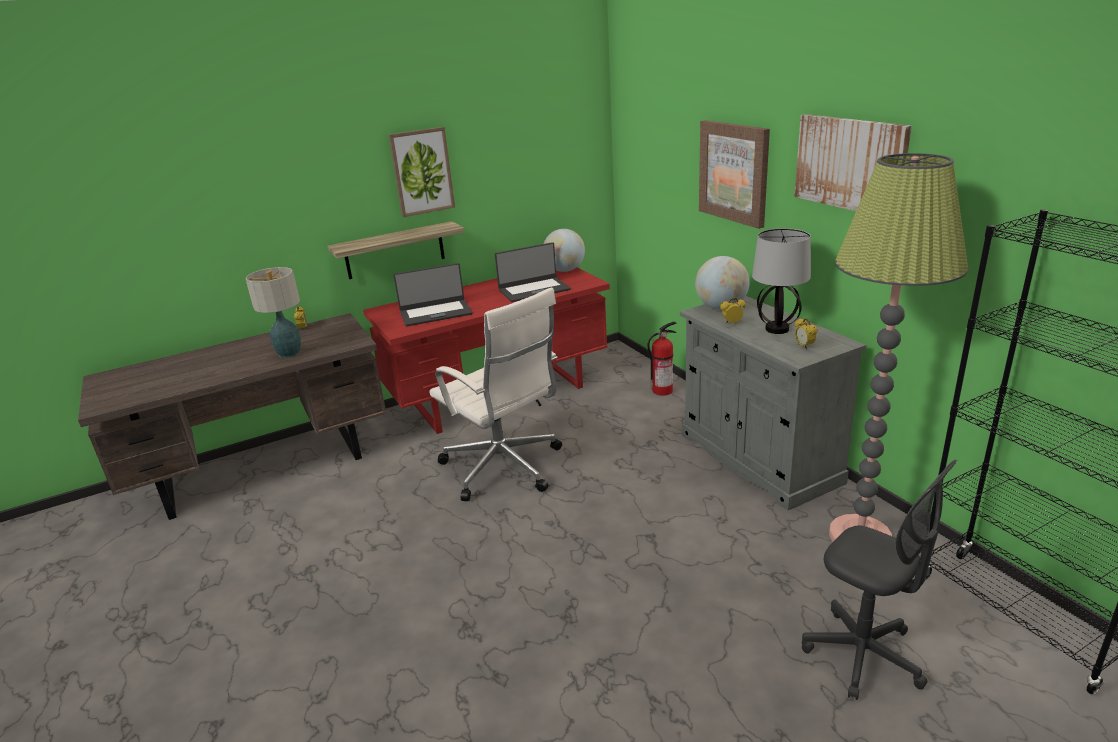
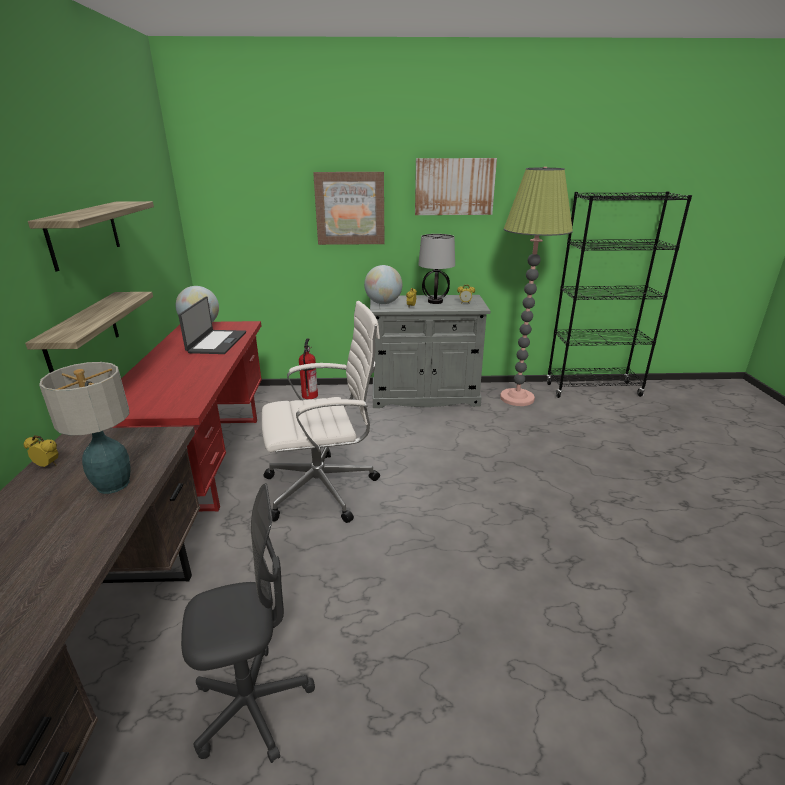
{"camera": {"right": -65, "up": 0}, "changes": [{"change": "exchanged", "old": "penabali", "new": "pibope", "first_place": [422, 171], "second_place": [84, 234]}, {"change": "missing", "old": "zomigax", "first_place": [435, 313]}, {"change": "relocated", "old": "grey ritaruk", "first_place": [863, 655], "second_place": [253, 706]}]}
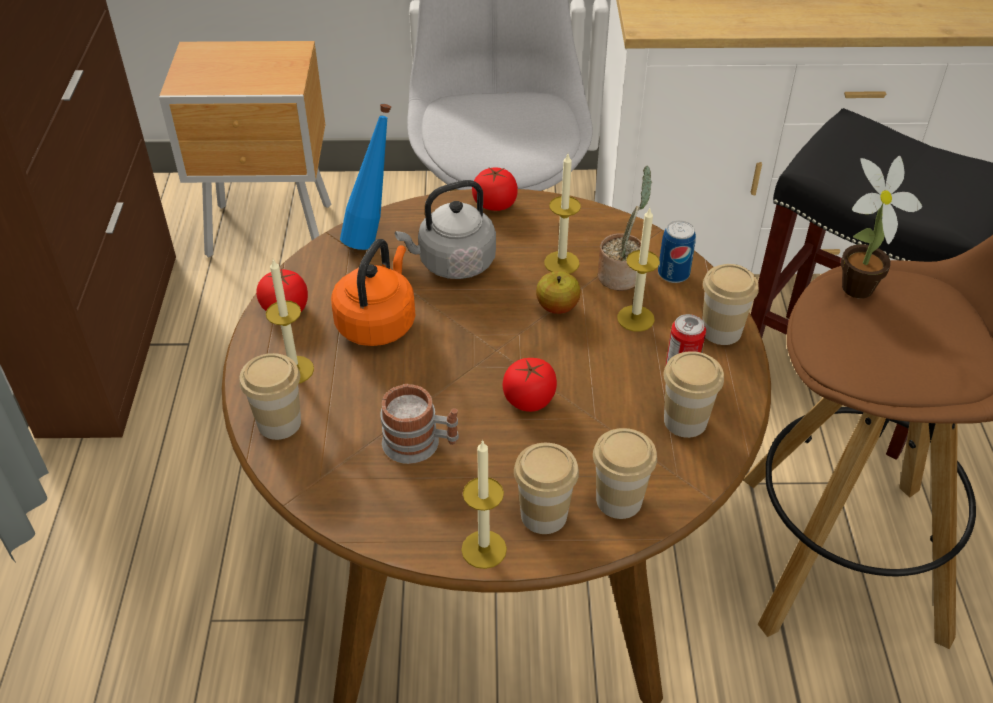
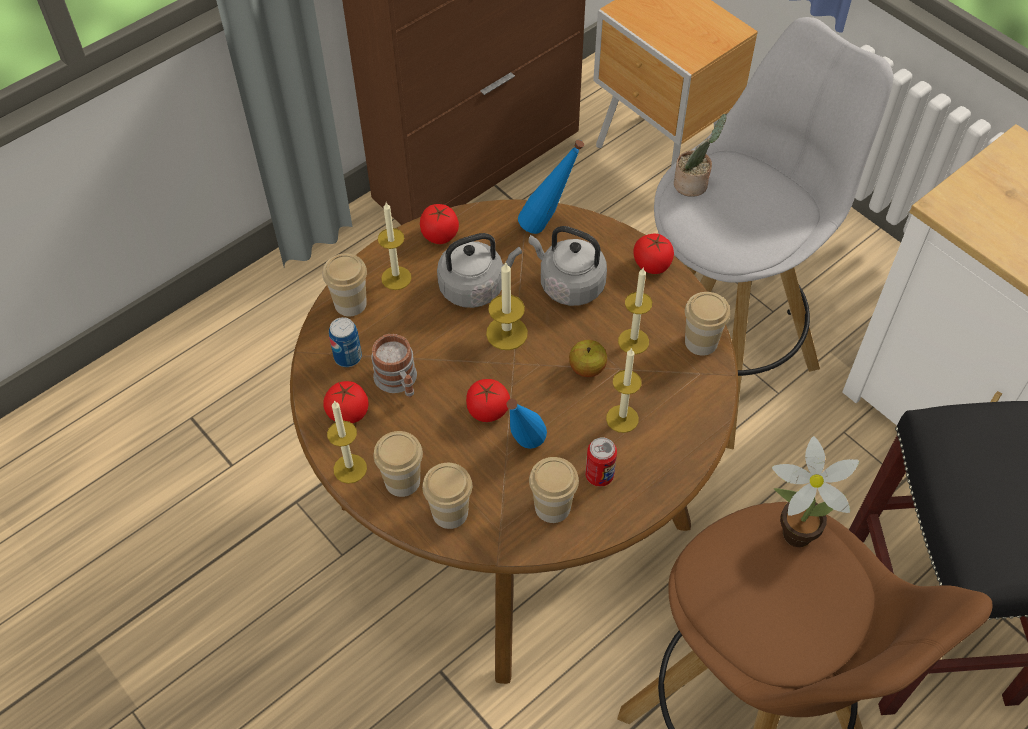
{"camera": {"right": 50, "up": 10}, "changes": [{"change": "colour", "old": "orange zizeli", "new": "grey zizeli", "first_place": [378, 322], "second_place": [475, 287]}, {"change": "relocated", "old": "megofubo", "first_place": [621, 275], "second_place": [693, 184]}, {"change": "relocated", "old": "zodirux", "first_place": [673, 274], "second_place": [348, 357]}, {"change": "relocated", "old": "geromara", "first_place": [721, 331], "second_place": [701, 342]}, {"change": "appeared", "new": "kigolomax", "second_place": [348, 412]}, {"change": "appeared", "new": "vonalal", "second_place": [506, 333]}, {"change": "appeared", "new": "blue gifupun", "second_place": [523, 451]}]}
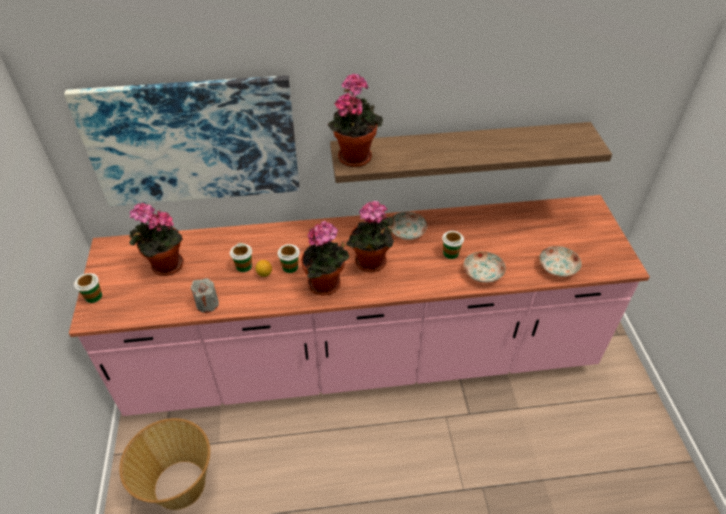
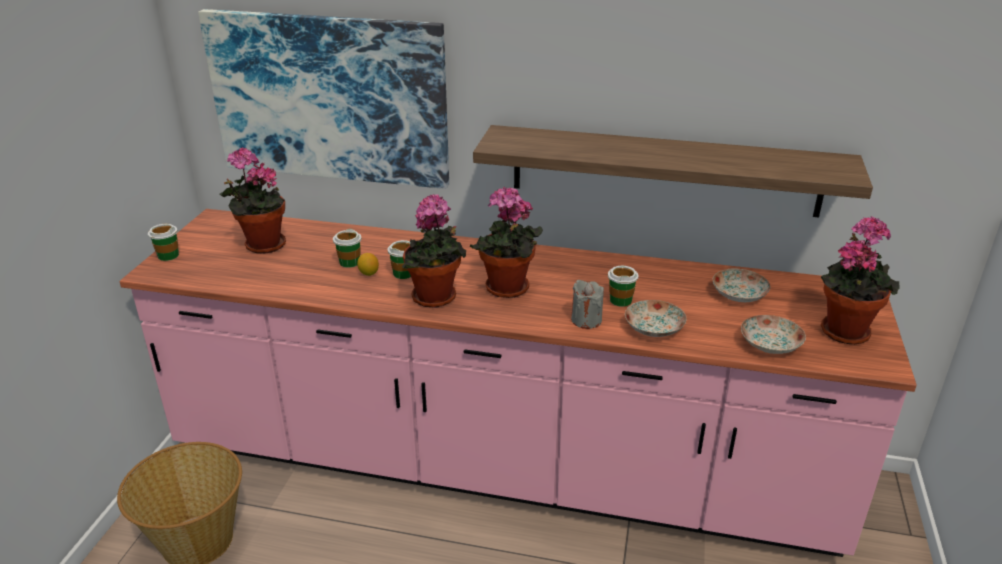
{"camera": {"right": 20, "up": -15}, "changes": [{"change": "relocated", "old": "grey vonalal", "first_place": [207, 304], "second_place": [586, 320]}, {"change": "relocated", "old": "megofubo", "first_place": [354, 155], "second_place": [844, 329]}, {"change": "relocated", "old": "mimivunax", "first_place": [408, 232], "second_place": [739, 295]}]}
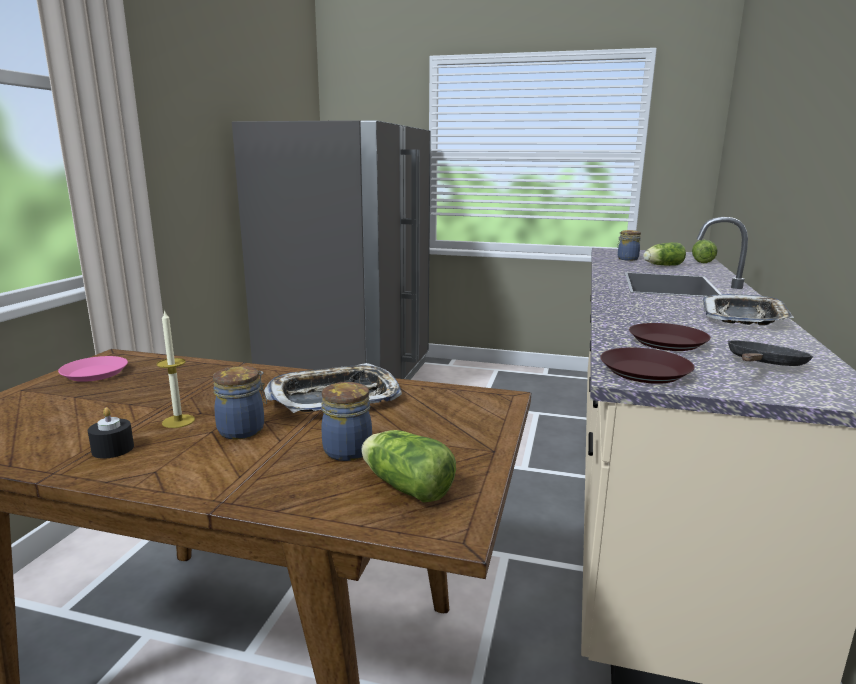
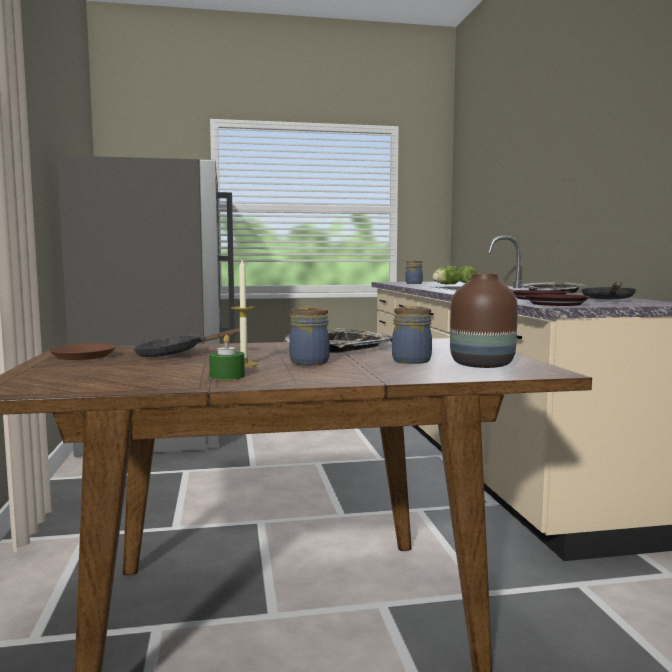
{"camera": {"right": -25, "up": -10}, "changes": [{"change": "colour", "old": "pink mimivunax", "new": "brown mimivunax", "first_place": [94, 373], "second_place": [83, 356]}, {"change": "colour", "old": "black vonalal", "new": "green vonalal", "first_place": [113, 449], "second_place": [227, 376]}, {"change": "exchanged", "old": "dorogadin", "new": "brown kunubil", "first_place": [404, 485], "second_place": [483, 365]}, {"change": "appeared", "new": "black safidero", "second_place": [176, 354]}]}
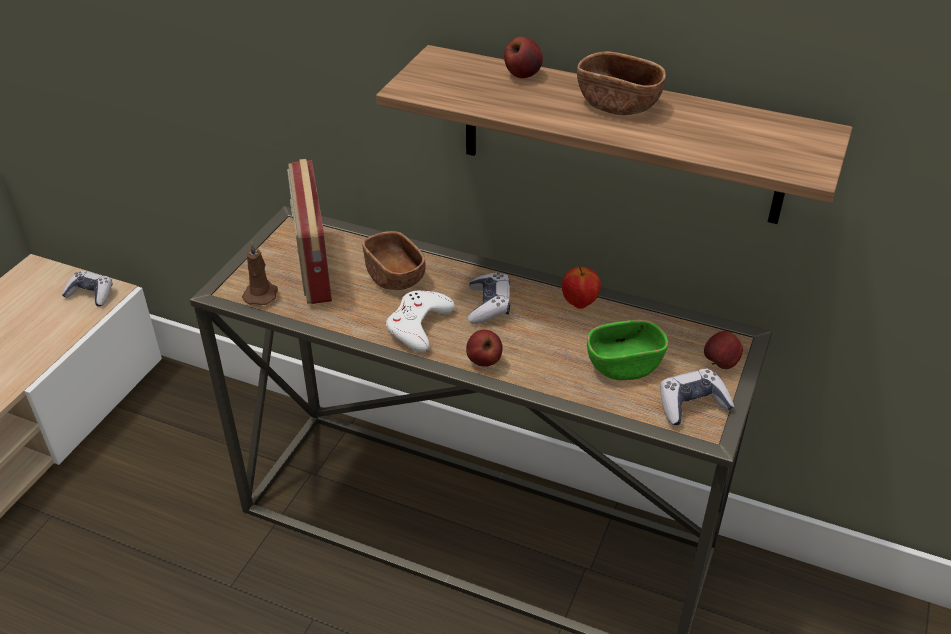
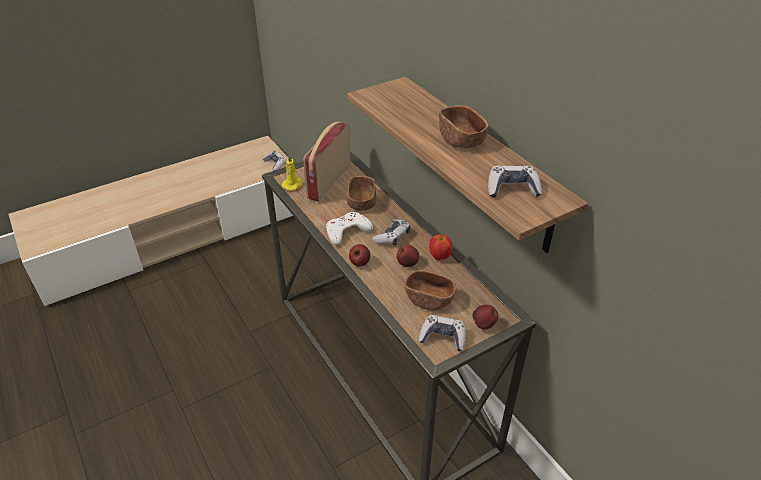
{"camera": {"right": 35, "up": 0}, "changes": [{"change": "colour", "old": "brown vonalal", "new": "yellow vonalal", "first_place": [261, 294], "second_place": [293, 185]}, {"change": "relocated", "old": "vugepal", "first_place": [522, 75], "second_place": [407, 263]}, {"change": "colour", "old": "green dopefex", "new": "brown dopefex", "first_place": [623, 365], "second_place": [429, 299]}, {"change": "appeared", "new": "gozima", "second_place": [512, 189]}]}
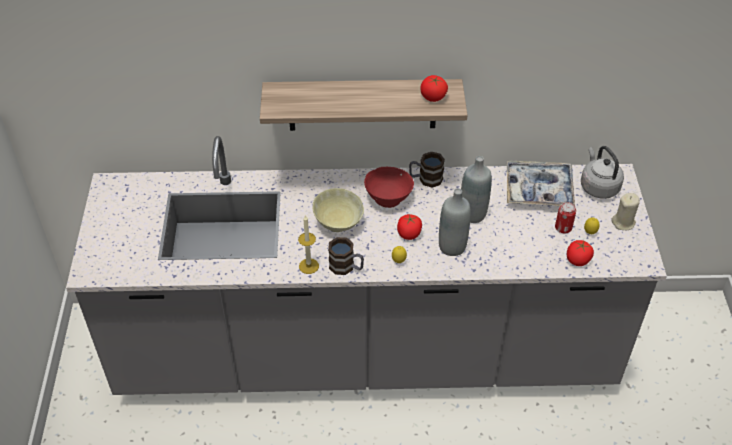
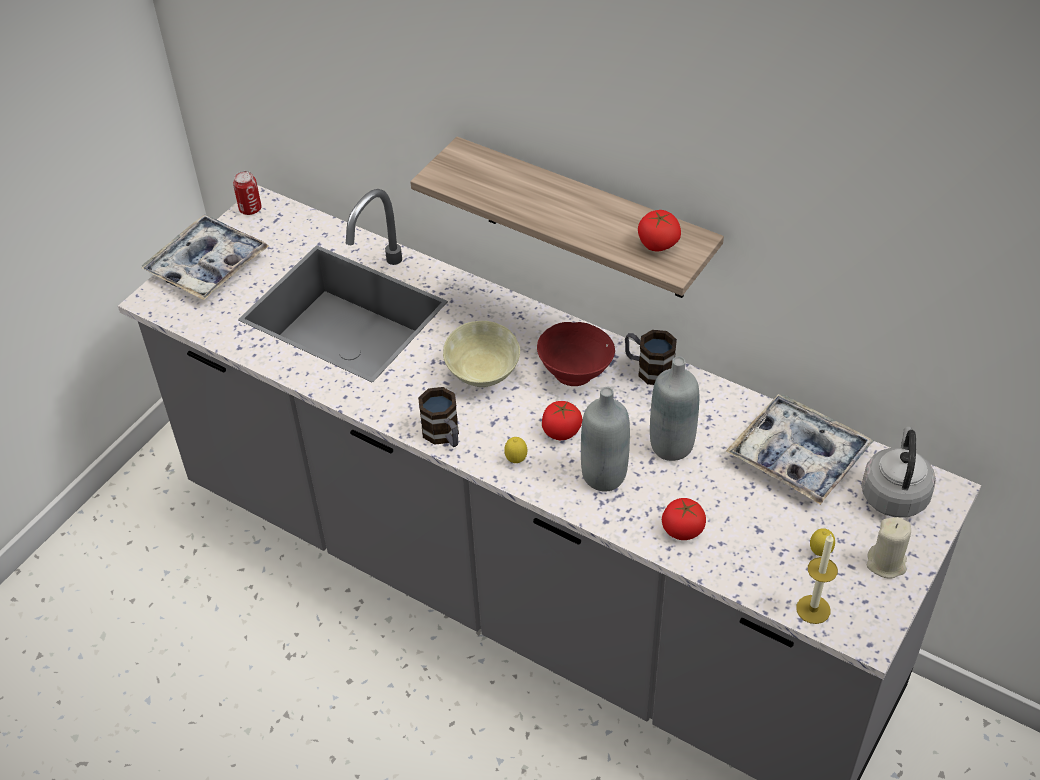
{"camera": {"right": 35, "up": 0}, "changes": [{"change": "relocated", "old": "vonalal", "first_place": [308, 266], "second_place": [813, 609]}, {"change": "relocated", "old": "zodirux", "first_place": [563, 228], "second_place": [250, 209]}, {"change": "relocated", "old": "kigolomax", "first_place": [577, 260], "second_place": [682, 530]}, {"change": "appeared", "new": "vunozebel", "second_place": [207, 266]}]}
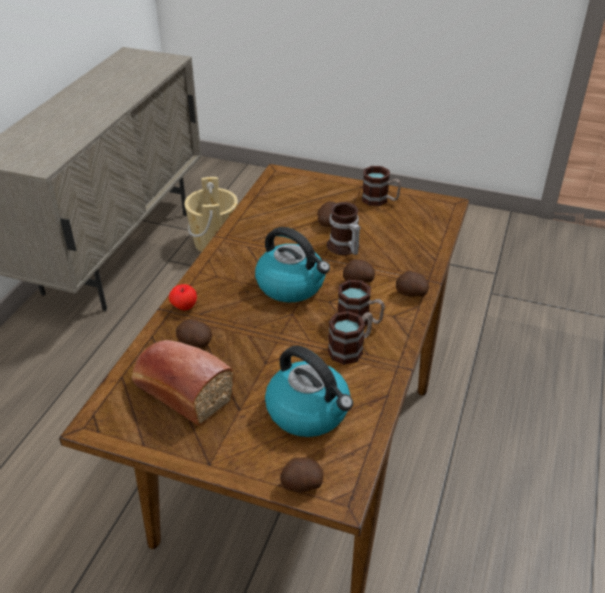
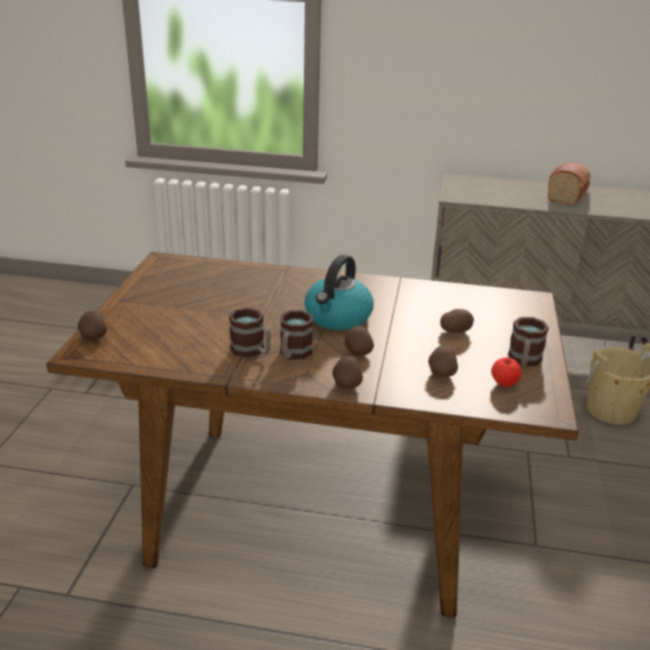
{"camera": {"right": 80, "up": -10}, "changes": [{"change": "relocated", "old": "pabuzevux", "first_place": [180, 391], "second_place": [568, 194]}, {"change": "relocated", "old": "vugepal", "first_place": [184, 307], "second_place": [504, 383]}, {"change": "relocated", "old": "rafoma", "first_place": [194, 343], "second_place": [441, 372]}, {"change": "missing", "old": "zizeli", "first_place": [309, 412]}, {"change": "missing", "old": "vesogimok", "first_place": [343, 248]}]}
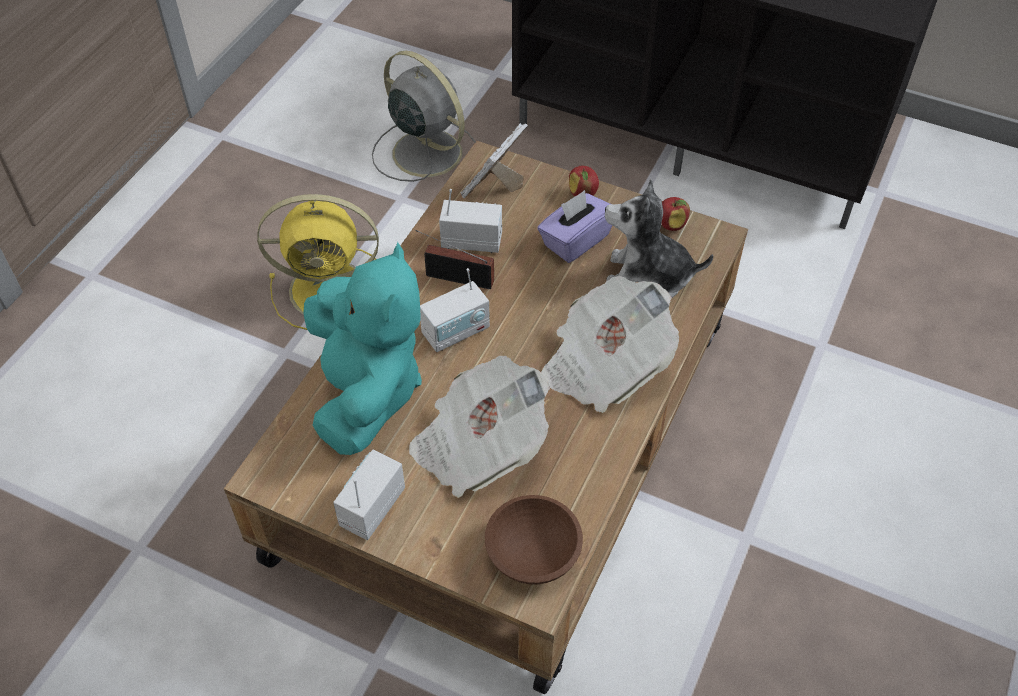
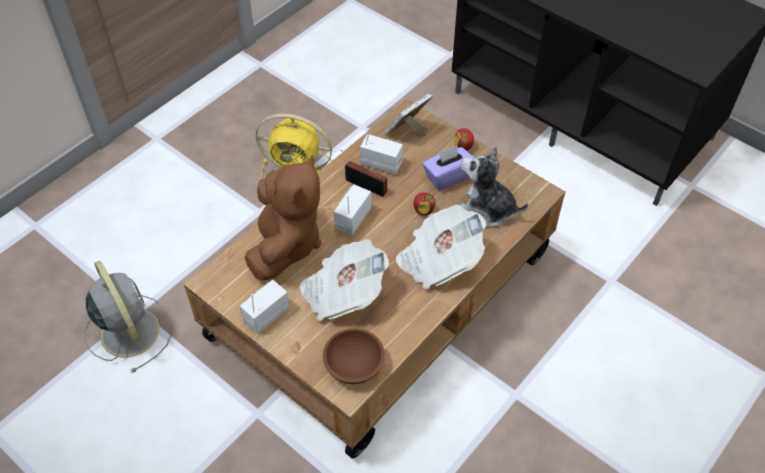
{"camera": {"right": 15, "up": 0}, "changes": [{"change": "colour", "old": "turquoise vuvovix", "new": "brown vuvovix", "first_place": [366, 391], "second_place": [285, 244]}, {"change": "relocated", "old": "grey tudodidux", "first_place": [424, 151], "second_place": [129, 330]}, {"change": "spun", "old": "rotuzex", "first_place": [456, 332], "second_place": [352, 219], "degrees": 135}, {"change": "relocated", "old": "vugepal", "first_place": [671, 225], "second_place": [424, 211]}]}
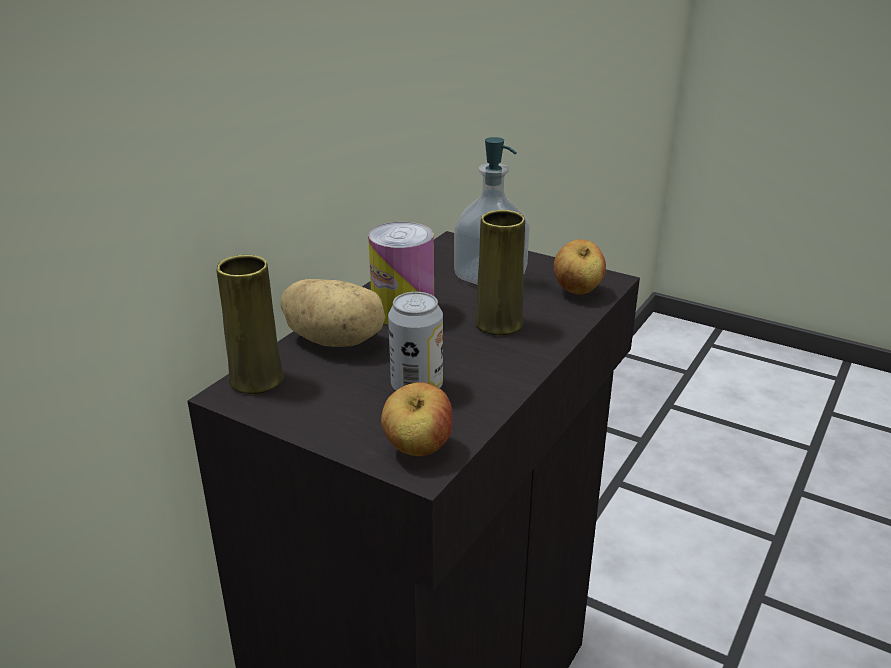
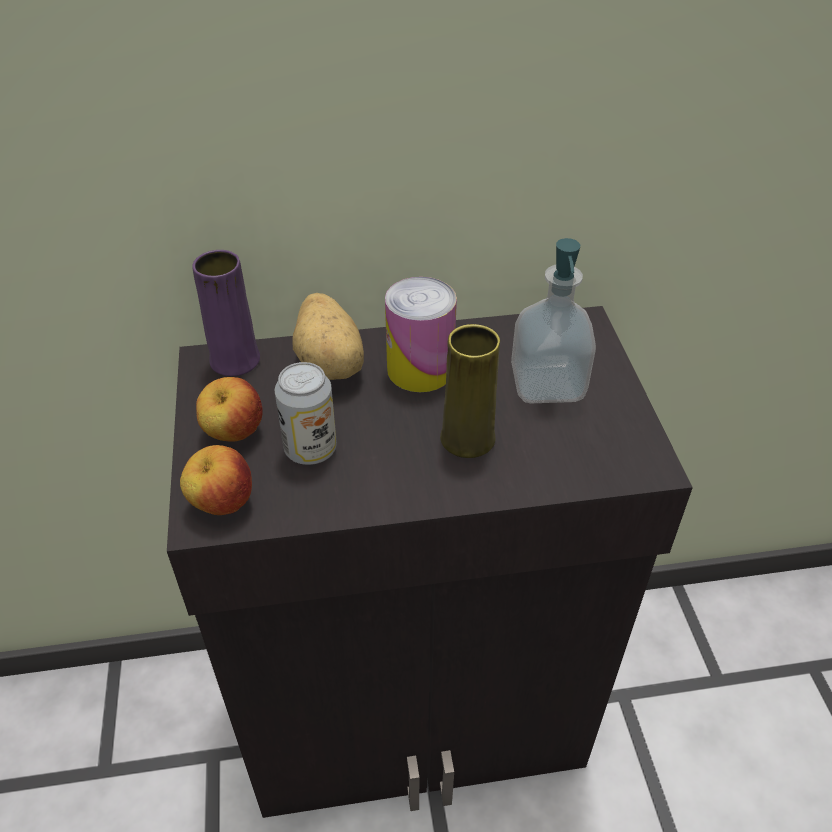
{"camera": {"right": 50, "up": 15}, "changes": [{"change": "colour", "old": "yellow kunubil", "new": "purple kunubil", "first_place": [257, 379], "second_place": [235, 360]}, {"change": "relocated", "old": "vugepal", "first_place": [577, 292], "second_place": [233, 433]}]}
